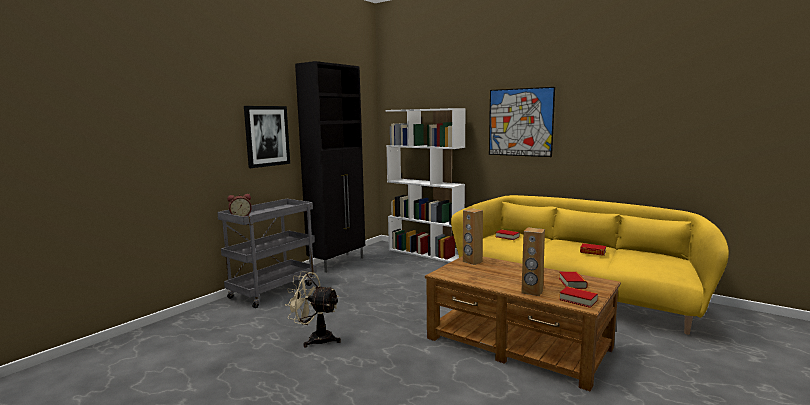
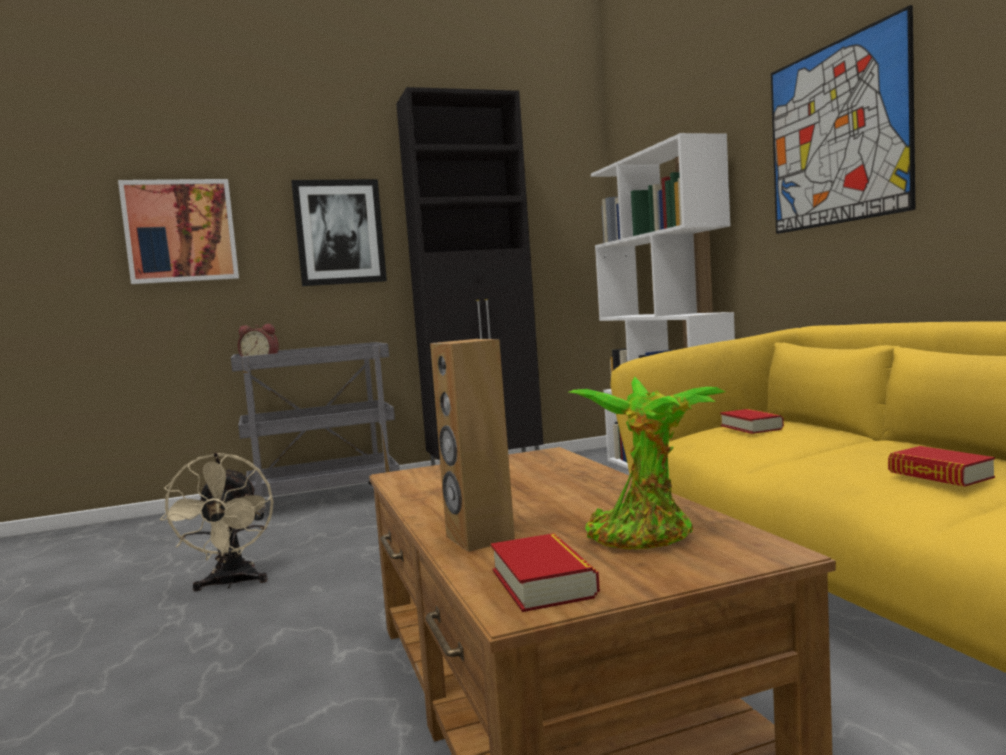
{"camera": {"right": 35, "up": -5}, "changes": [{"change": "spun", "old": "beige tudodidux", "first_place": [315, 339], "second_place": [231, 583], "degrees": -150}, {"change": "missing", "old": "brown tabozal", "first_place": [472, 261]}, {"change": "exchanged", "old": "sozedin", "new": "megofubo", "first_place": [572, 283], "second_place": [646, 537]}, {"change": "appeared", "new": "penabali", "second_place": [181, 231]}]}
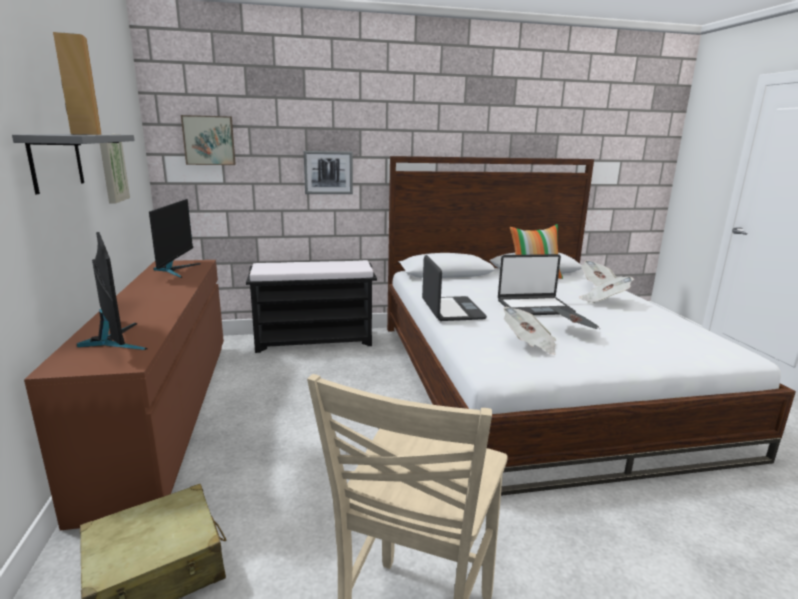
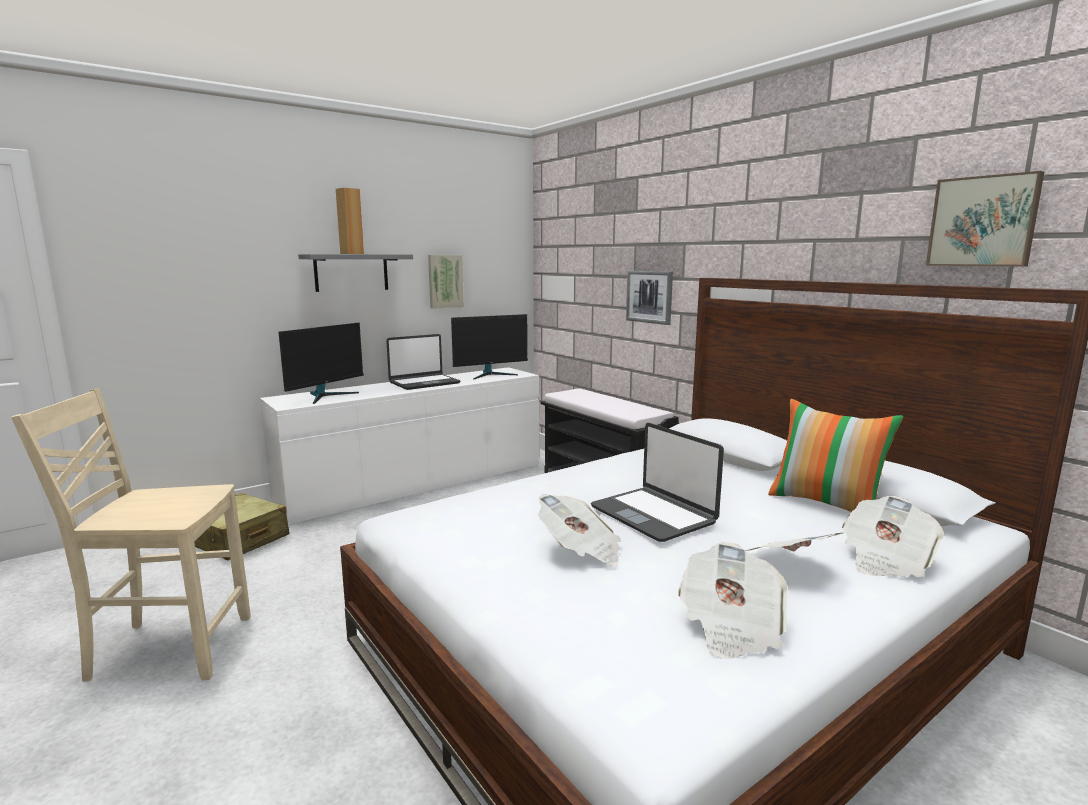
{"camera": {"right": 65, "up": -5}, "changes": [{"change": "colour", "old": "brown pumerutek", "new": "white pumerutek", "first_place": [165, 411], "second_place": [416, 482]}, {"change": "relocated", "old": "penabali", "first_place": [209, 140], "second_place": [983, 221]}, {"change": "relocated", "old": "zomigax", "first_place": [451, 310], "second_place": [424, 383]}, {"change": "relocated", "old": "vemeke", "first_place": [529, 344], "second_place": [730, 626]}]}
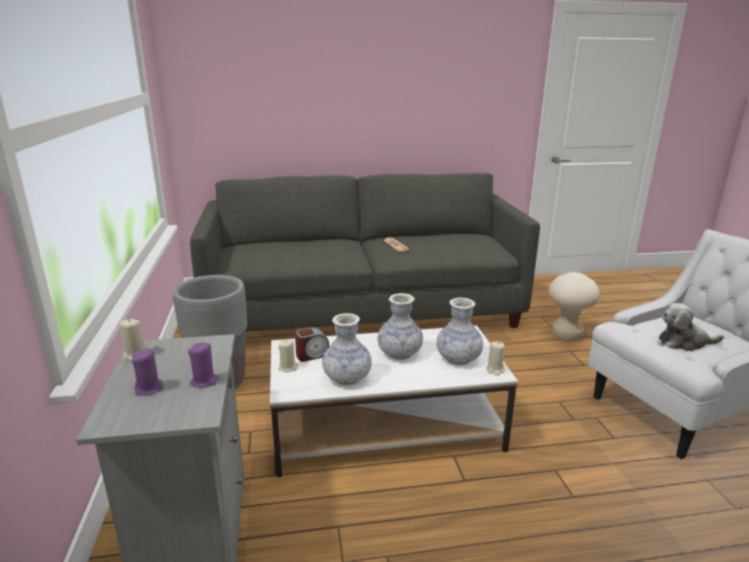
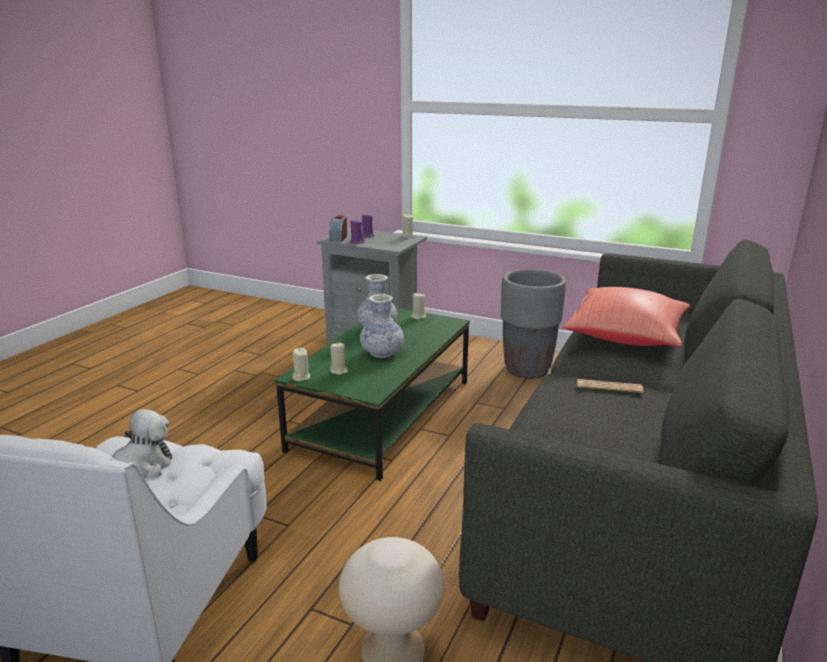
{"camera": {"right": 125, "up": 0}, "changes": [{"change": "colour", "old": "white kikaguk", "new": "green kikaguk", "first_place": [385, 426], "second_place": [384, 414]}, {"change": "relocated", "old": "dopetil", "first_place": [312, 355], "second_place": [338, 238]}, {"change": "exchanged", "old": "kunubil", "new": "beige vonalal", "first_place": [458, 358], "second_place": [339, 370]}, {"change": "appeared", "new": "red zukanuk", "second_place": [626, 337]}]}
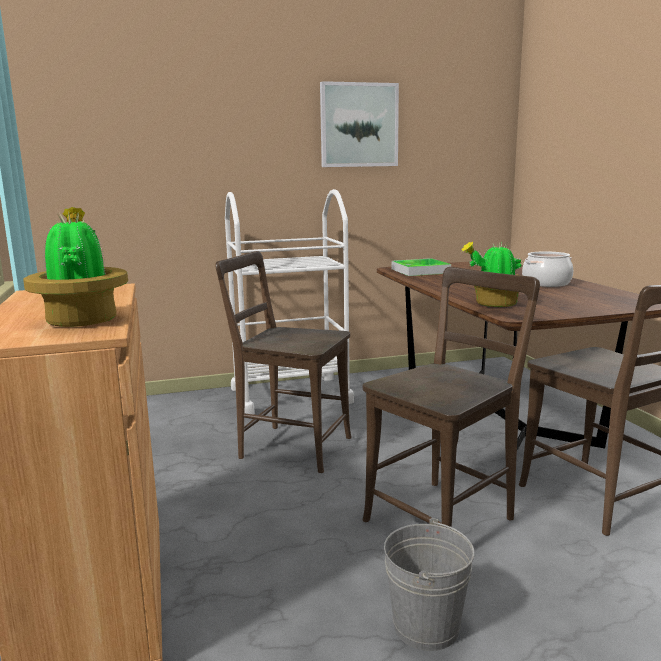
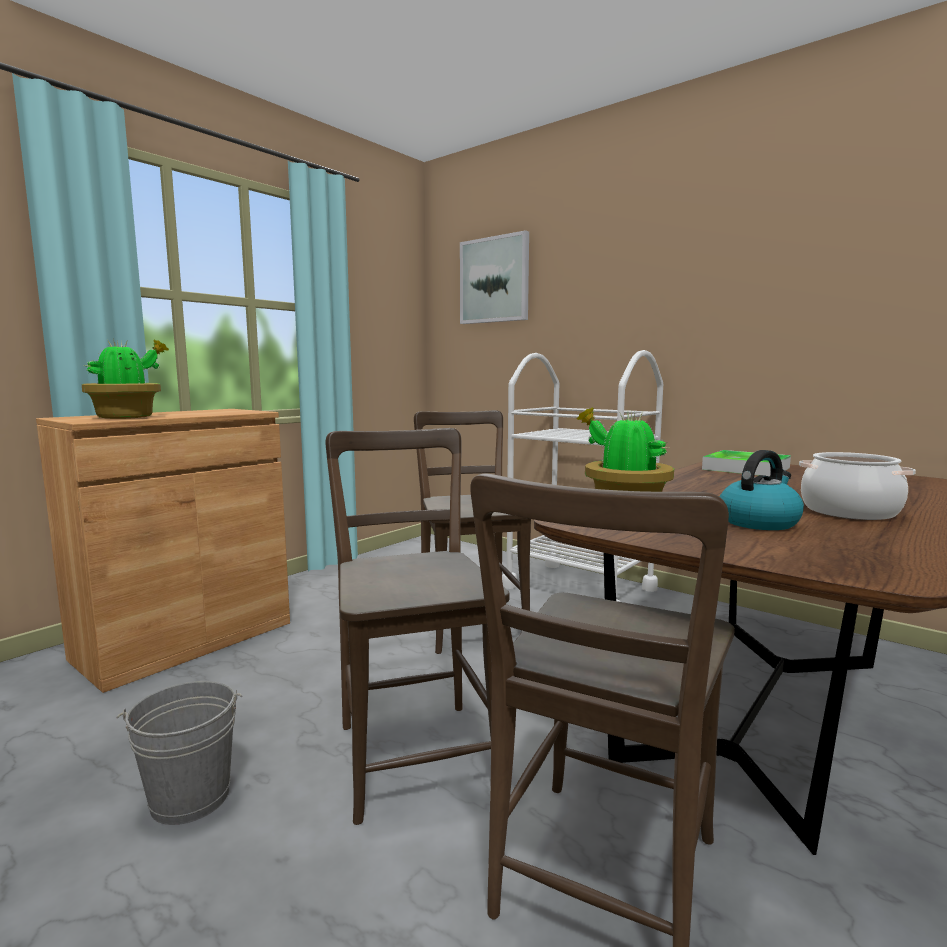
{"camera": {"right": 55, "up": -5}, "changes": [{"change": "relocated", "old": "penabali", "first_place": [359, 125], "second_place": [494, 280]}, {"change": "spun", "old": "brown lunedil", "first_place": [444, 517], "second_place": [414, 749], "degrees": -120}, {"change": "appeared", "new": "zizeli", "second_place": [759, 522]}]}
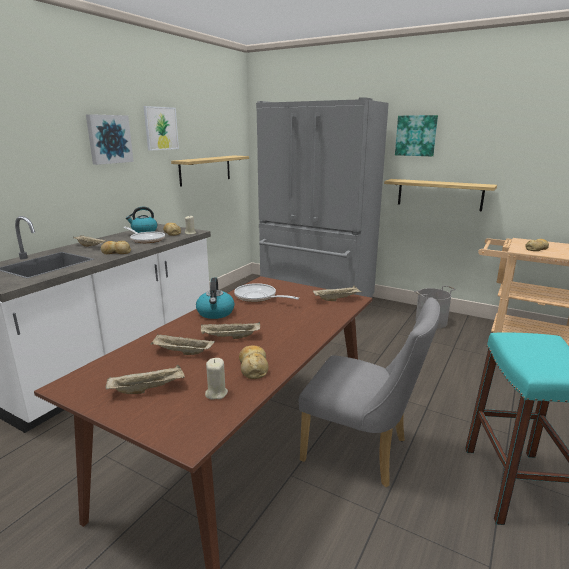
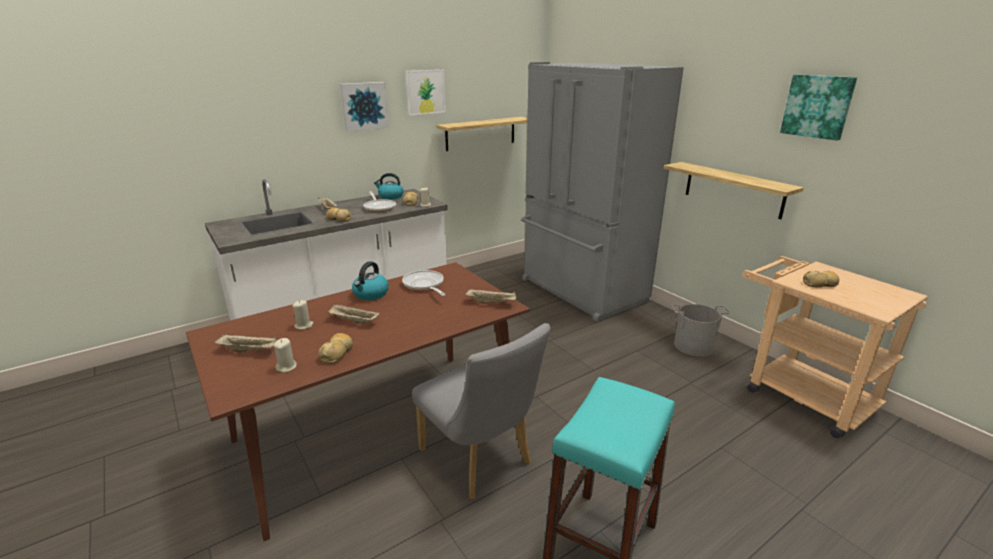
{"camera": {"right": 25, "up": 5}, "changes": [{"change": "exchanged", "old": "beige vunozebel", "new": "beige vonalal", "first_place": [181, 352], "second_place": [304, 325]}, {"change": "relocated", "old": "penabali", "first_place": [416, 135], "second_place": [817, 106]}]}
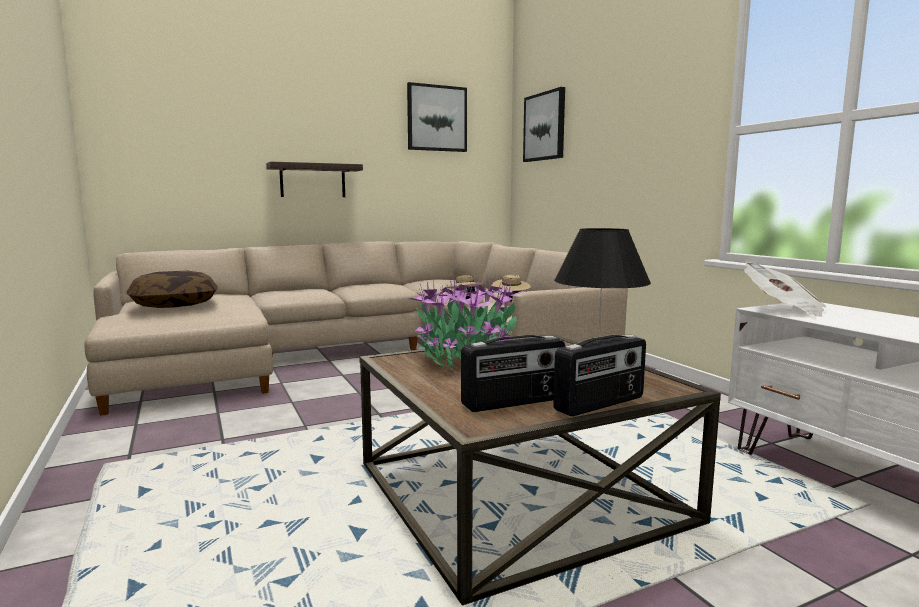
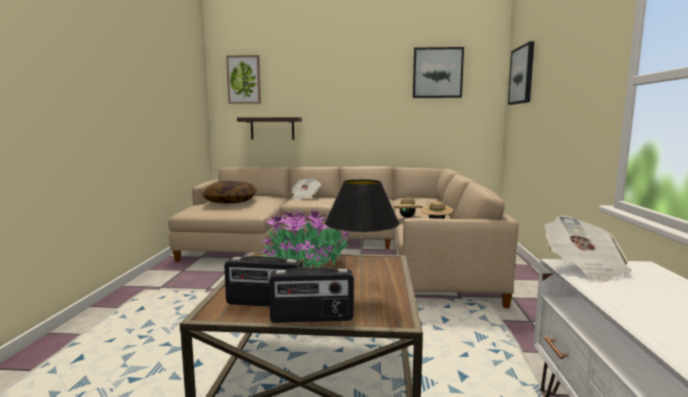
{"camera": {"right": 30, "up": 0}, "changes": [{"change": "relocated", "old": "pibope", "first_place": [313, 180], "second_place": [272, 128]}, {"change": "appeared", "new": "penabali", "second_place": [244, 79]}, {"change": "appeared", "new": "vemeke", "second_place": [304, 197]}]}
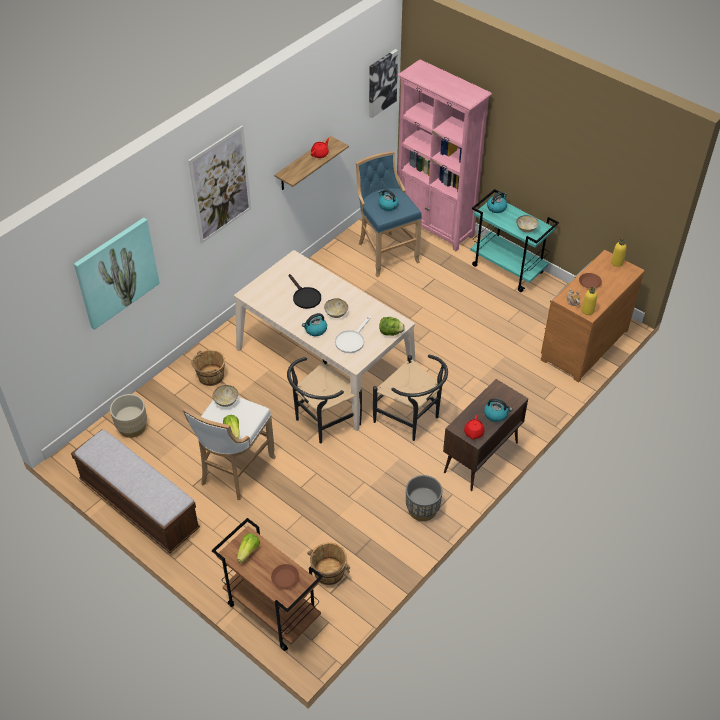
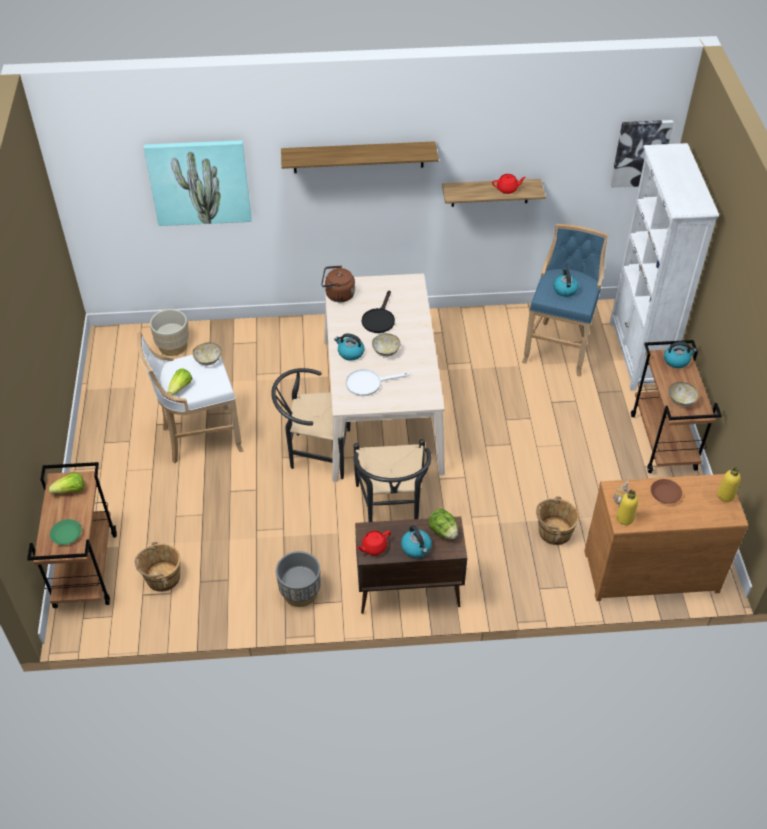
{"camera": {"right": 45, "up": 0}, "changes": [{"change": "missing", "old": "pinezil", "first_place": [139, 505]}, {"change": "exchanged", "old": "penabali", "new": "pibope", "first_place": [220, 185], "second_place": [358, 157]}, {"change": "relocated", "old": "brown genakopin", "first_place": [210, 376], "second_place": [554, 531]}, {"change": "colour", "old": "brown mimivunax", "new": "green mimivunax", "first_place": [285, 578], "second_place": [66, 534]}, {"change": "relocated", "old": "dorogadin", "first_place": [390, 332], "second_place": [443, 531]}, {"change": "colour", "old": "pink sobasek", "new": "white sobasek", "first_place": [435, 227], "second_place": [638, 354]}, {"change": "colour", "old": "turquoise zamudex", "new": "brown zamudex", "first_place": [508, 269], "second_place": [663, 442]}, {"change": "appeared", "new": "brown zizeli", "second_place": [338, 295]}]}
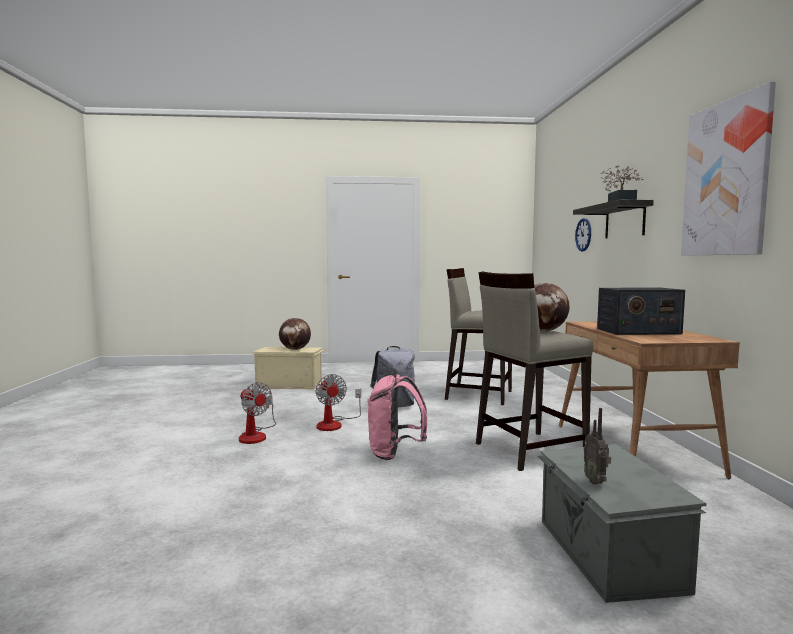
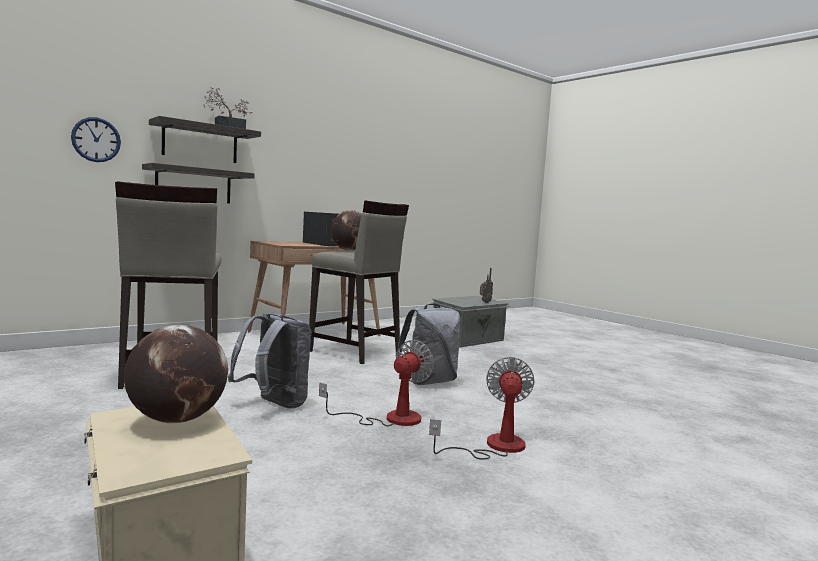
{"camera": {"right": -125, "up": 0}, "changes": [{"change": "colour", "old": "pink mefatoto", "new": "grey mefatoto", "first_place": [395, 454], "second_place": [429, 382]}, {"change": "missing", "old": "penabali", "first_place": [726, 179]}, {"change": "appeared", "new": "pibope", "second_place": [194, 185]}]}
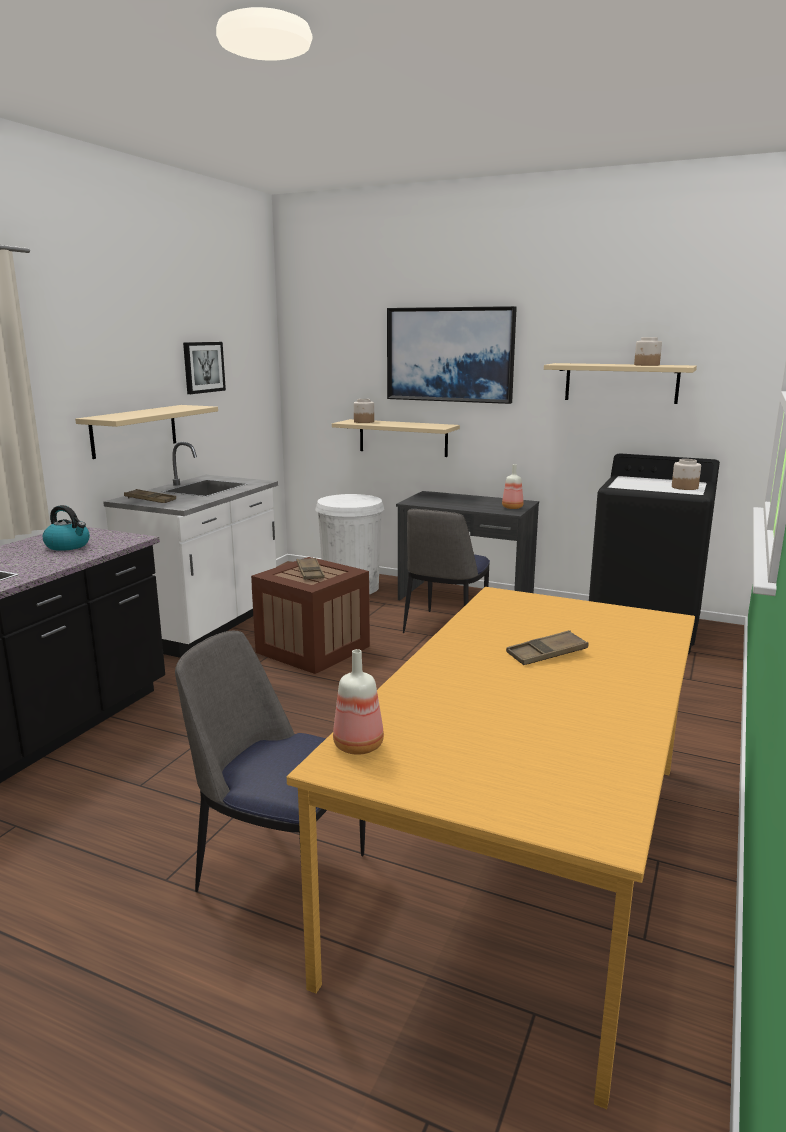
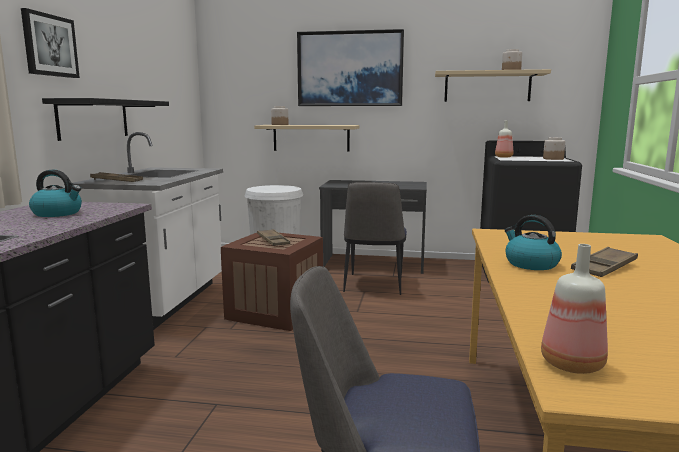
{"camera": {"right": -15, "up": -5}, "changes": [{"change": "colour", "old": "beige pibope", "new": "black pibope", "first_place": [134, 430], "second_place": [93, 119]}, {"change": "relocated", "old": "penabali", "first_place": [203, 367], "second_place": [49, 45]}, {"change": "relocated", "old": "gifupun", "first_place": [513, 507], "second_place": [504, 157]}, {"change": "appeared", "new": "zizeli", "second_place": [530, 264]}]}
